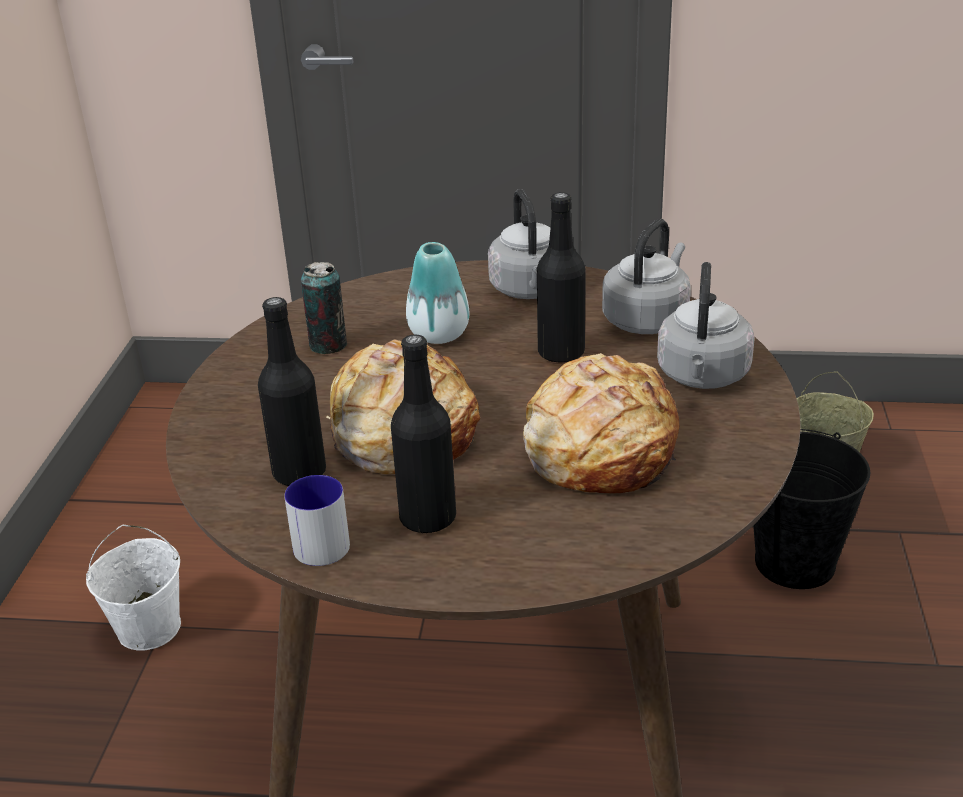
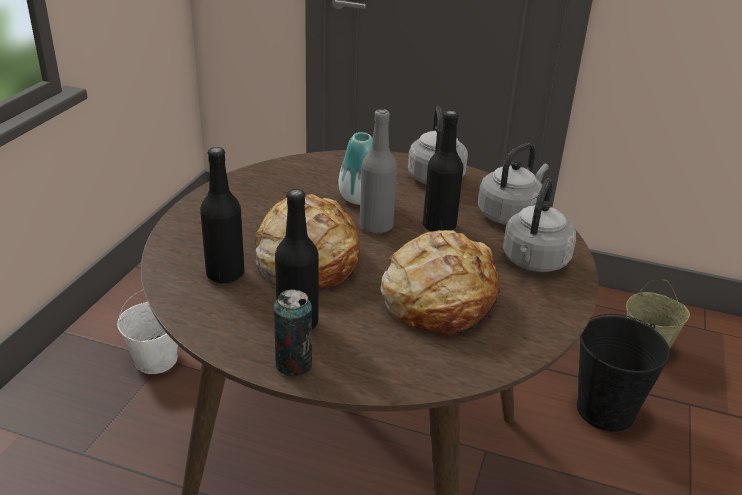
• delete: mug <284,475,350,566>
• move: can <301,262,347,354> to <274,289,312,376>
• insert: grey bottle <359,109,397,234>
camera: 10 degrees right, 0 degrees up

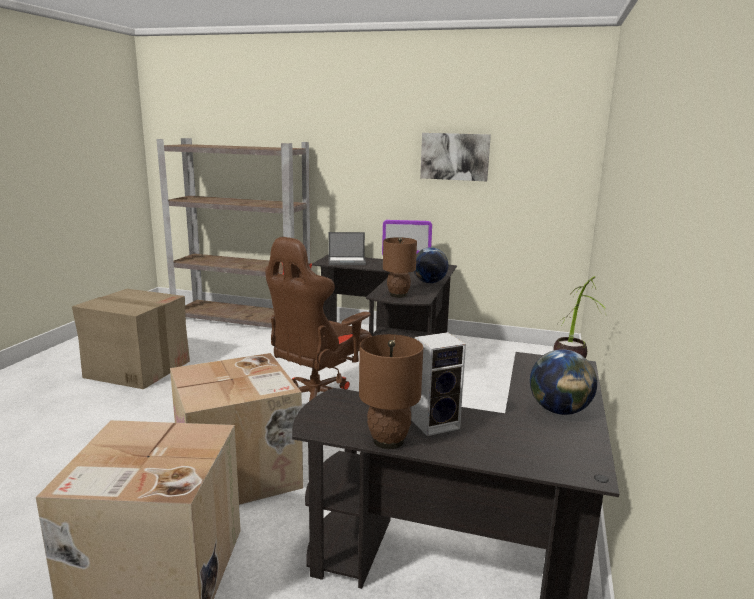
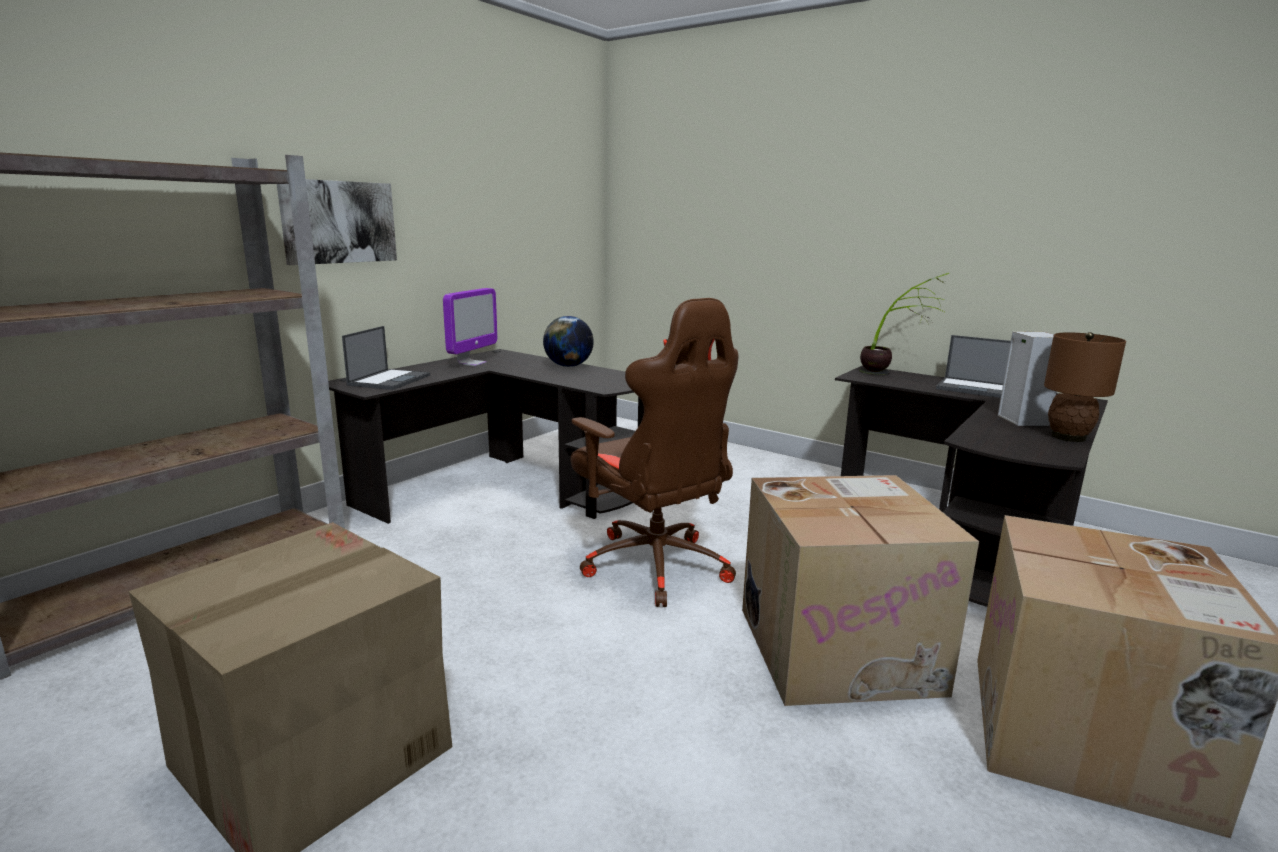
• delete: brown table lamp <383,237,417,298>
• move: picture <420,133,491,181> to <277,179,397,265>
• replace: globe <530,349,597,415> to laptop <936,335,1011,398>
camera: 70 degrees left, 0 degrees up

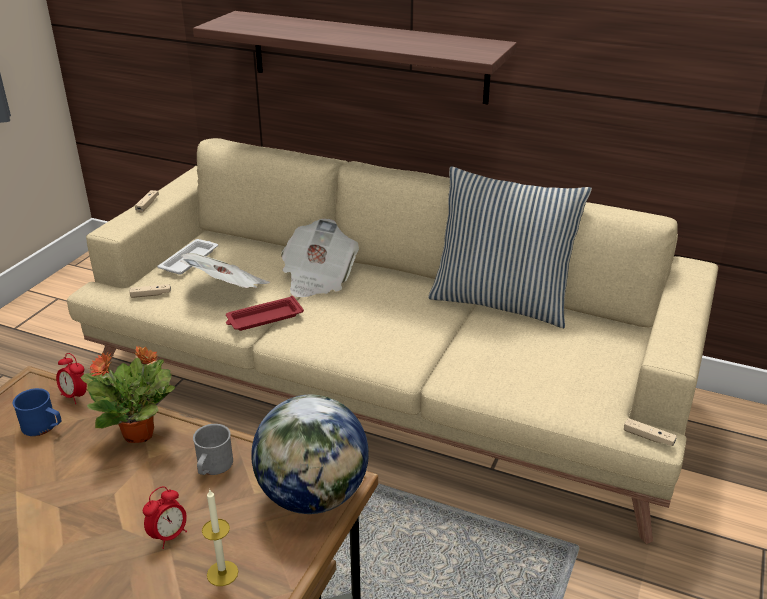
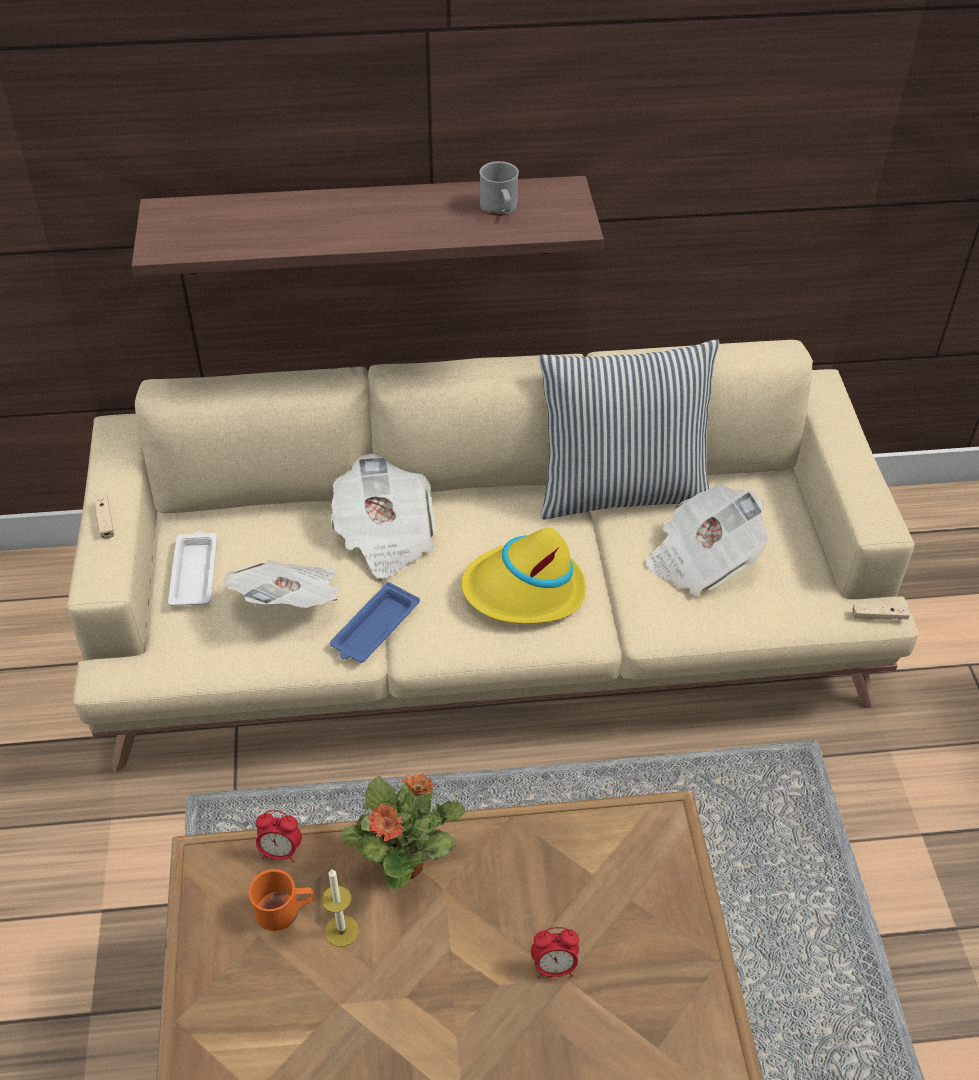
• recolor: blue mug <13,388,61,436> to orange mug <248,869,314,931>
• delete: beige game controller <129,284,171,298>
• rotate: alarm clock <143,486,187,549> = <531,927,579,978> 75 degrees clockwise
• move: grey mug <193,424,233,475> to <479,161,519,216>
• move: candle <202,489,238,586> to <322,869,359,947>
• recolor: red tray <226,296,304,331> to blue tray <330,582,420,663>
• delete: globe <252,395,369,514>
• insert: yellow hat <461,528,586,624>
• insert: newspaper <645,484,768,596>
camera: 30 degrees left, 15 degrees up

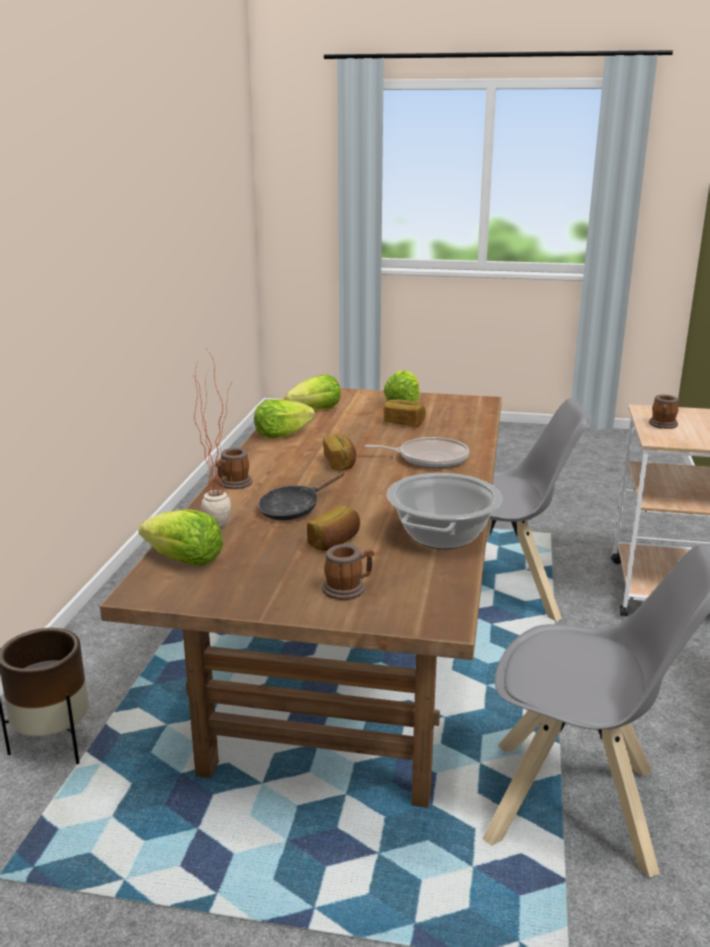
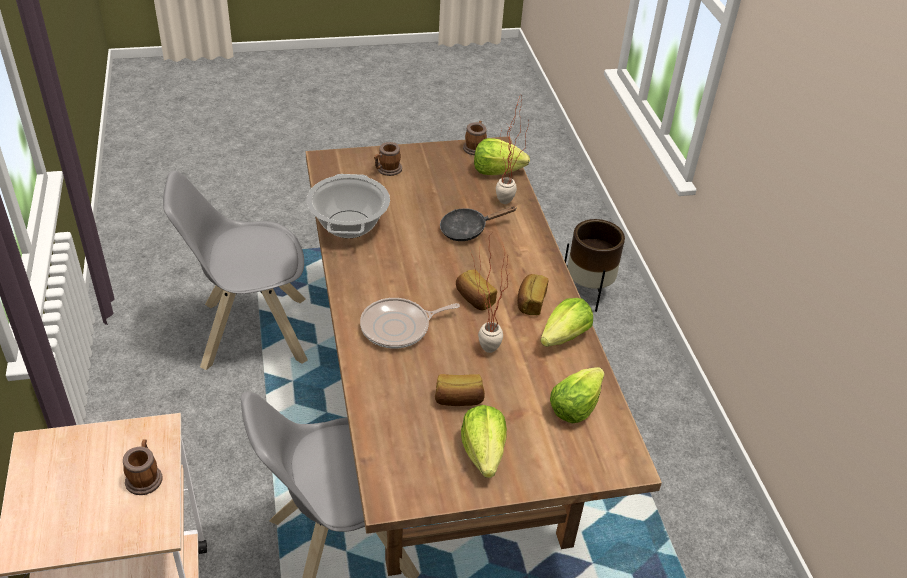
• move: mug <216,448,252,489> to <463,121,487,155>
• rotate: black frying pan <258,471,345,521> = <440,206,517,241> 135 degrees counterclockwise
• move: bread <307,506,360,551> to <517,274,548,315>
• insert: potted plant <470,232,508,353>
camera: 155 degrees right, 20 degrees up

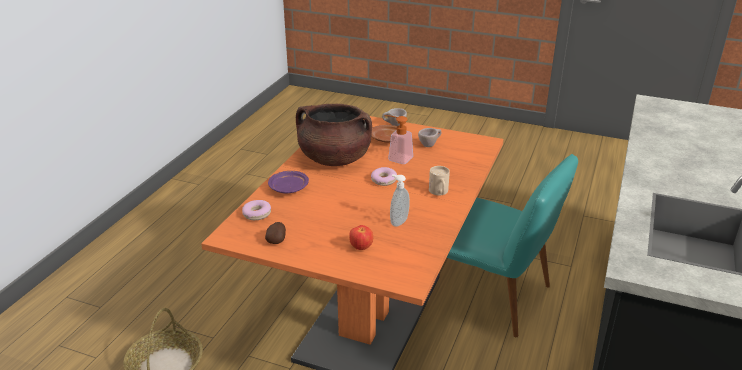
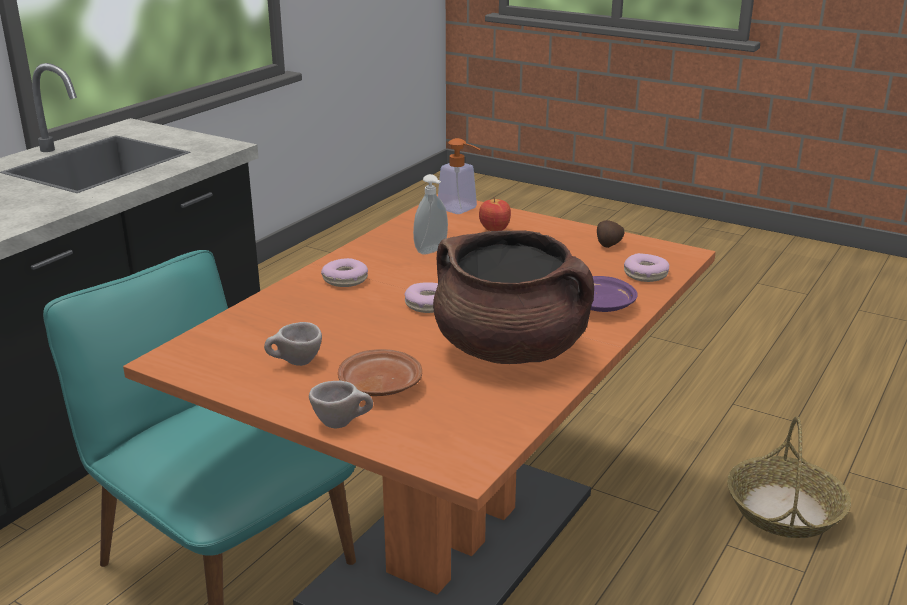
• move: soap dispenser <384,115,413,164> to <438,138,481,214>
• replace: beige mug <429,166,450,195> to donut <321,258,368,287>
camera: 170 degrees left, 5 degrees down

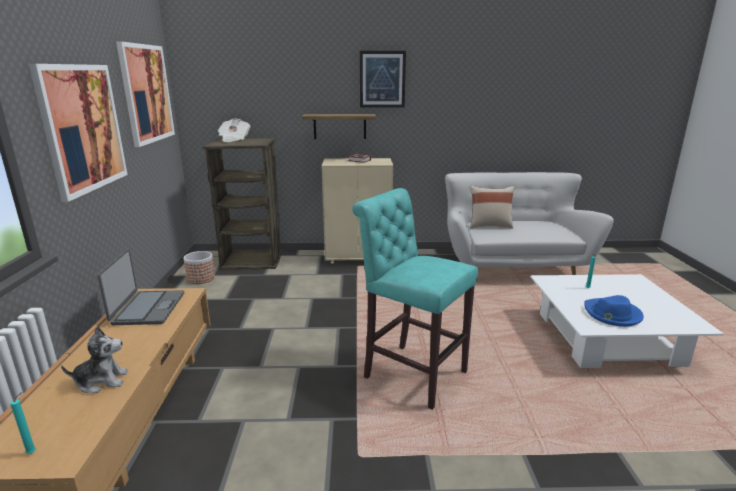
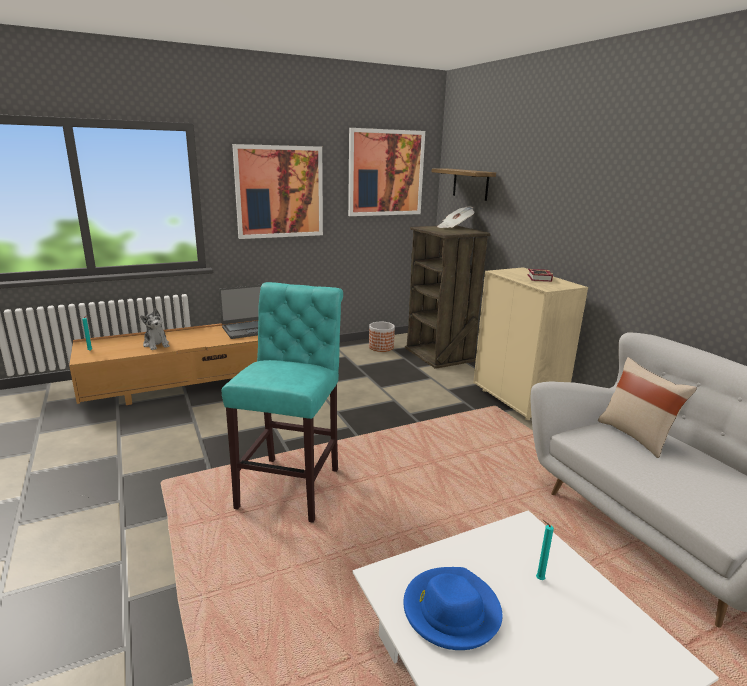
• move: shelf <302,114,376,139> to <432,168,496,201>
• delete: picture <360,51,406,108>
camera: 65 degrees right, 0 degrees up

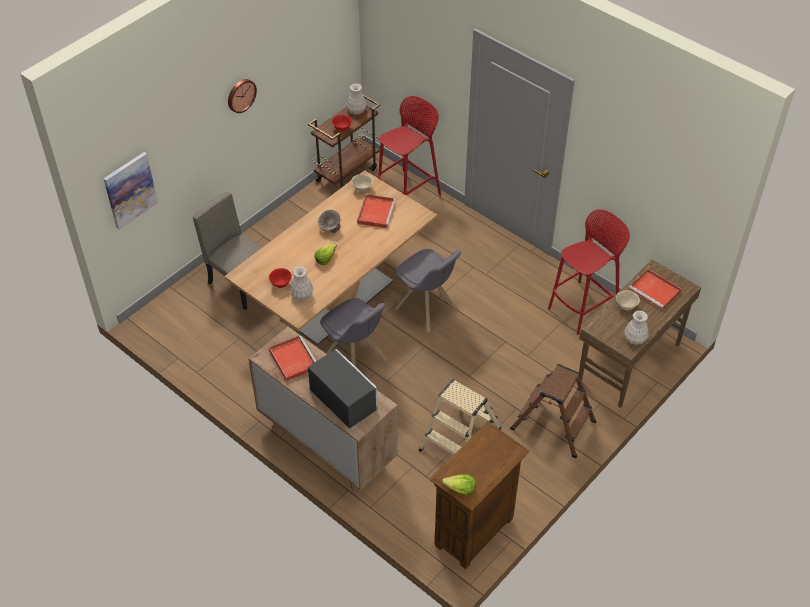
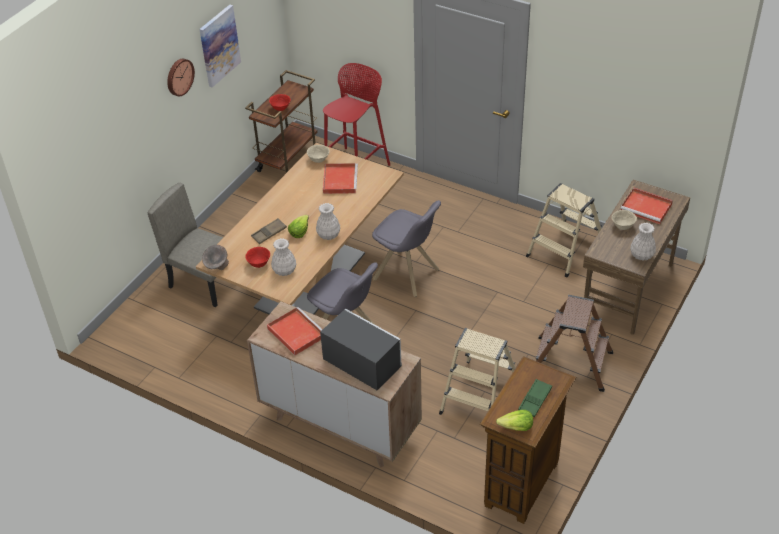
• move: picture <104,152,158,230> to <199,5,241,87>
• move: grey bowl <318,210,341,233> to <202,245,229,270>
• move: white vase <347,83,367,114> to <316,203,340,240>
• replace: red stool <548,209,630,335> to beige step ladder <526,183,602,278>
• insert: brown tray <251,218,287,244>
• insert: green tray <518,379,552,417>
camera: 10 degrees left, 5 degrees down

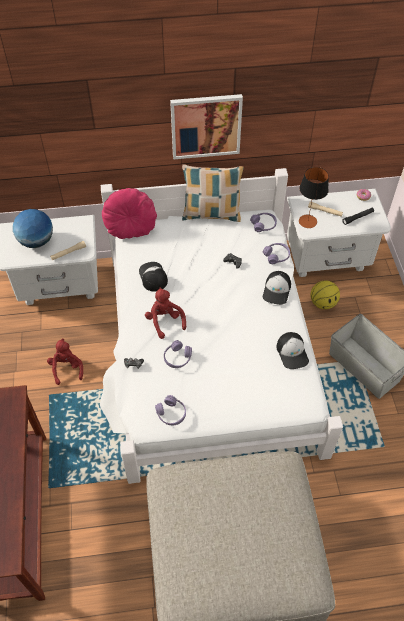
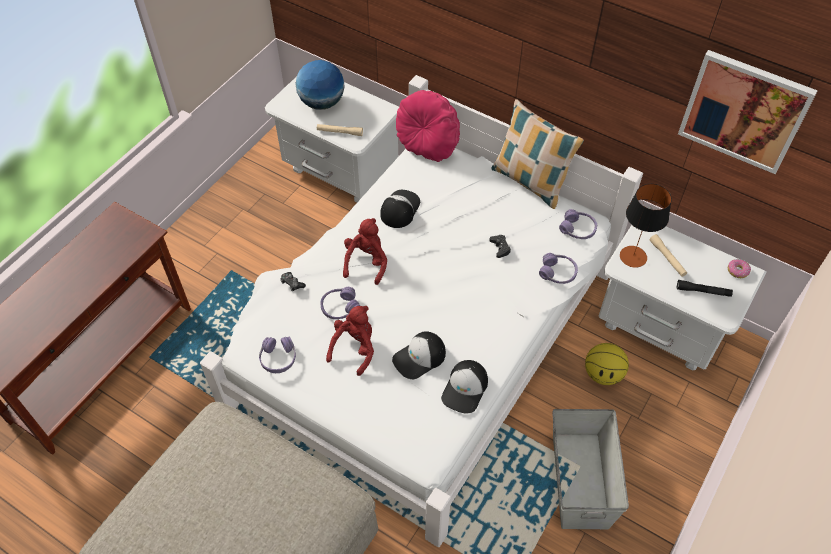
• move: red plush toy <47,338,83,385> to <326,306,374,376>
• move: picture <170,94,243,160> to <678,50,818,174>
• move: cap <263,271,291,305> to <392,331,446,379>
camera: 40 degrees right, 0 degrees up

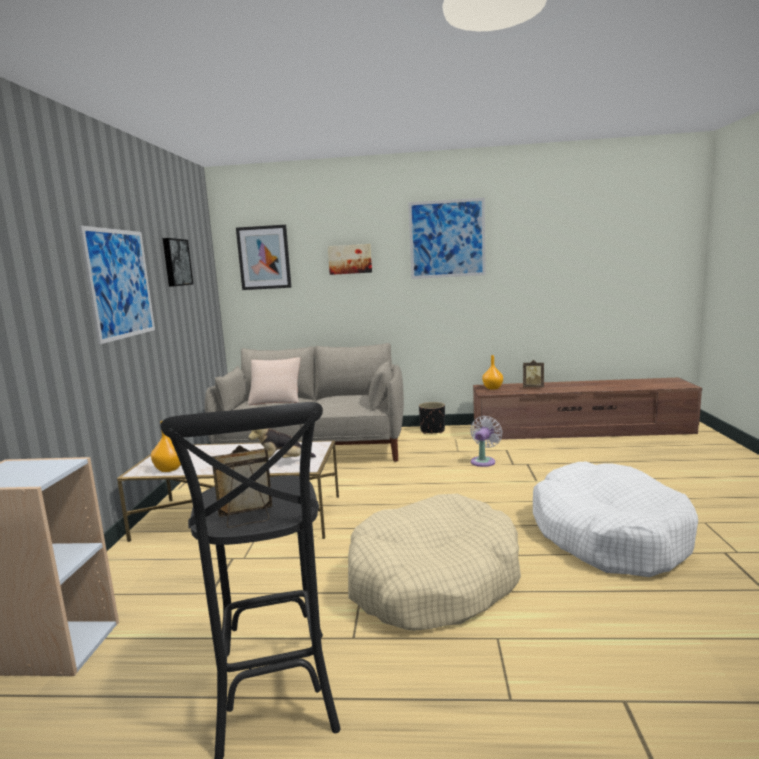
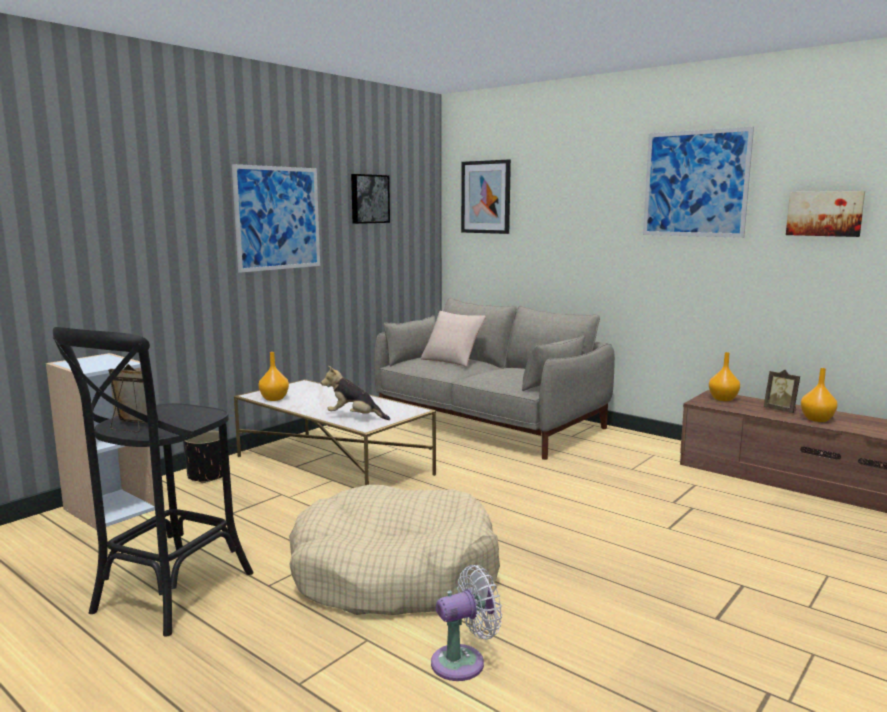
• move: picture <328,244,372,275> to <786,191,865,237>
• move: black planter <419,402,445,434> to <183,431,222,483>
• move: white fan <470,416,502,467> to <431,565,502,681>
• delete: white dog bed <533,462,698,577>
• insert: orange vase <801,368,838,422>
camera: 35 degrees right, 0 degrees up

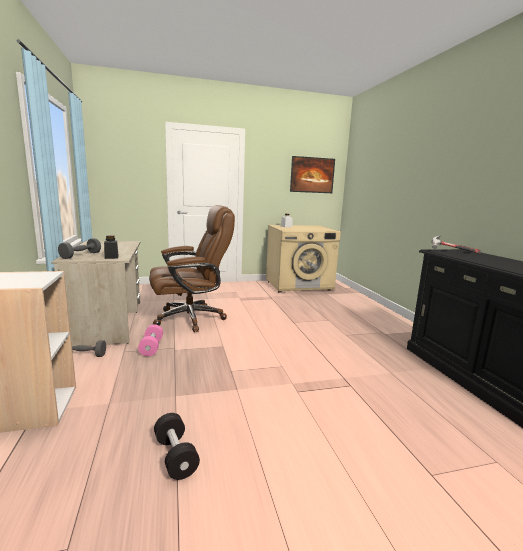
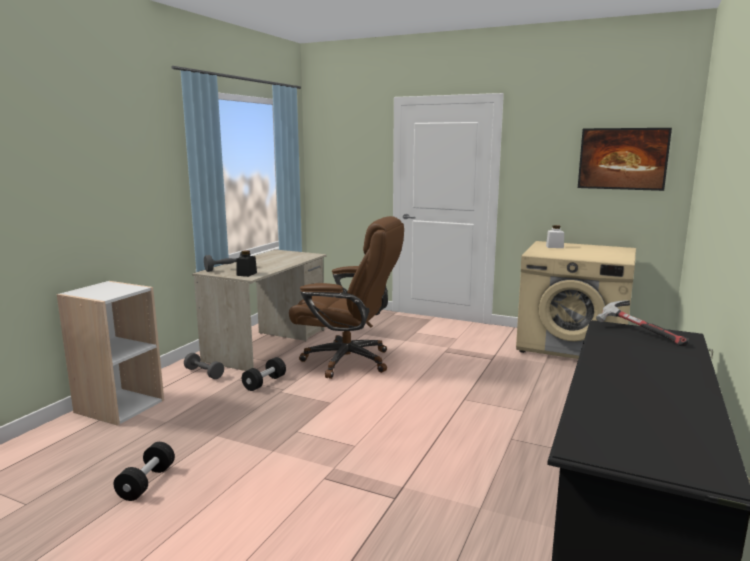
• recolor: pink dumbbell <138,324,163,356> to black dumbbell <242,357,286,391>
camera: 40 degrees right, 0 degrees up

